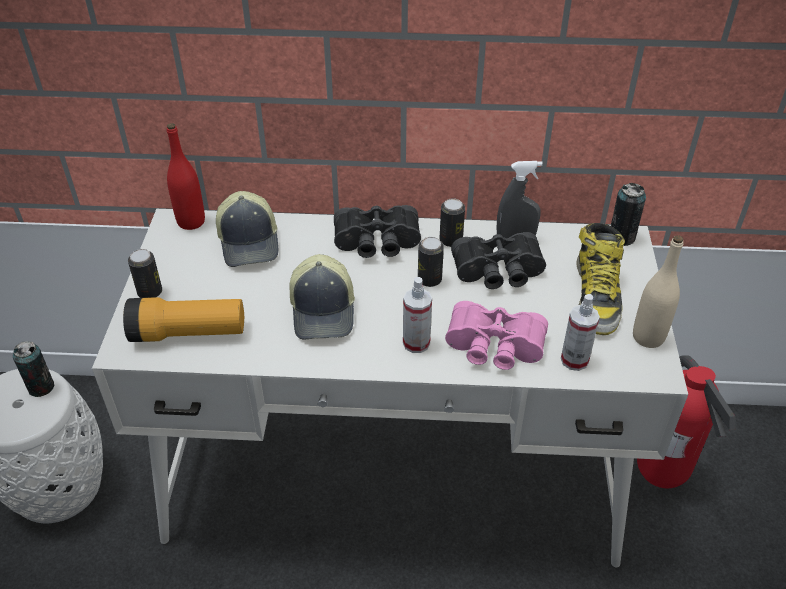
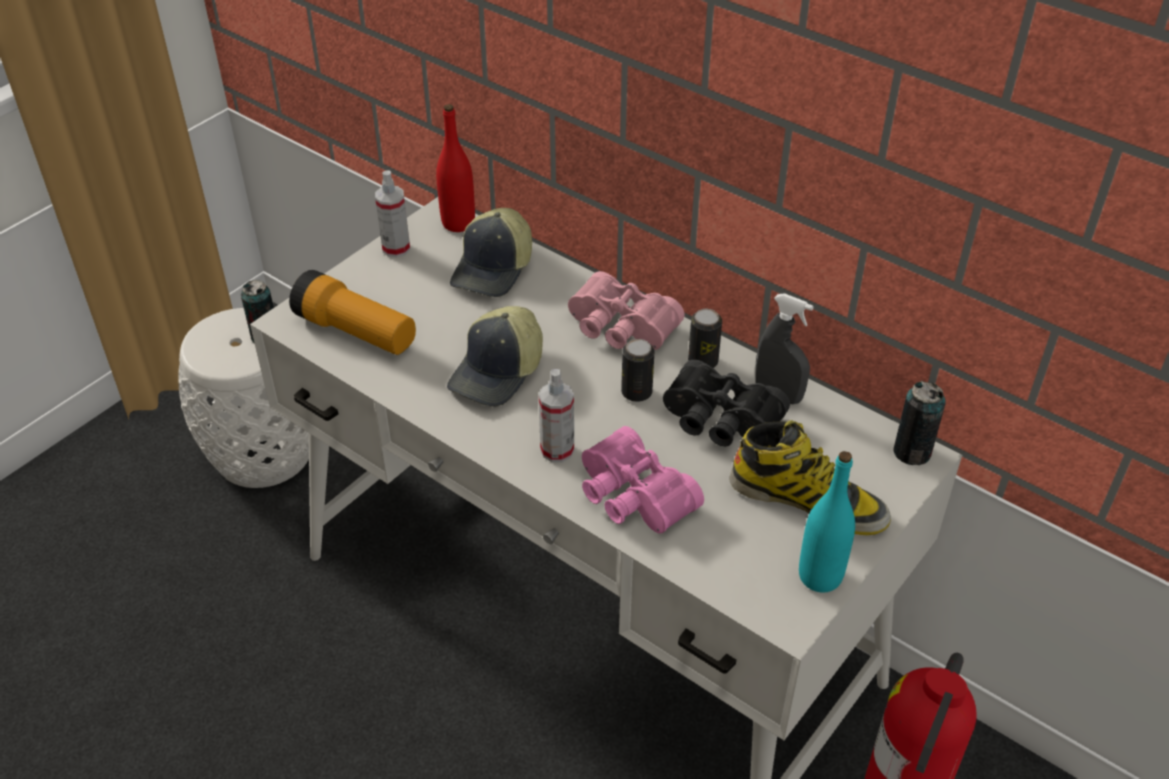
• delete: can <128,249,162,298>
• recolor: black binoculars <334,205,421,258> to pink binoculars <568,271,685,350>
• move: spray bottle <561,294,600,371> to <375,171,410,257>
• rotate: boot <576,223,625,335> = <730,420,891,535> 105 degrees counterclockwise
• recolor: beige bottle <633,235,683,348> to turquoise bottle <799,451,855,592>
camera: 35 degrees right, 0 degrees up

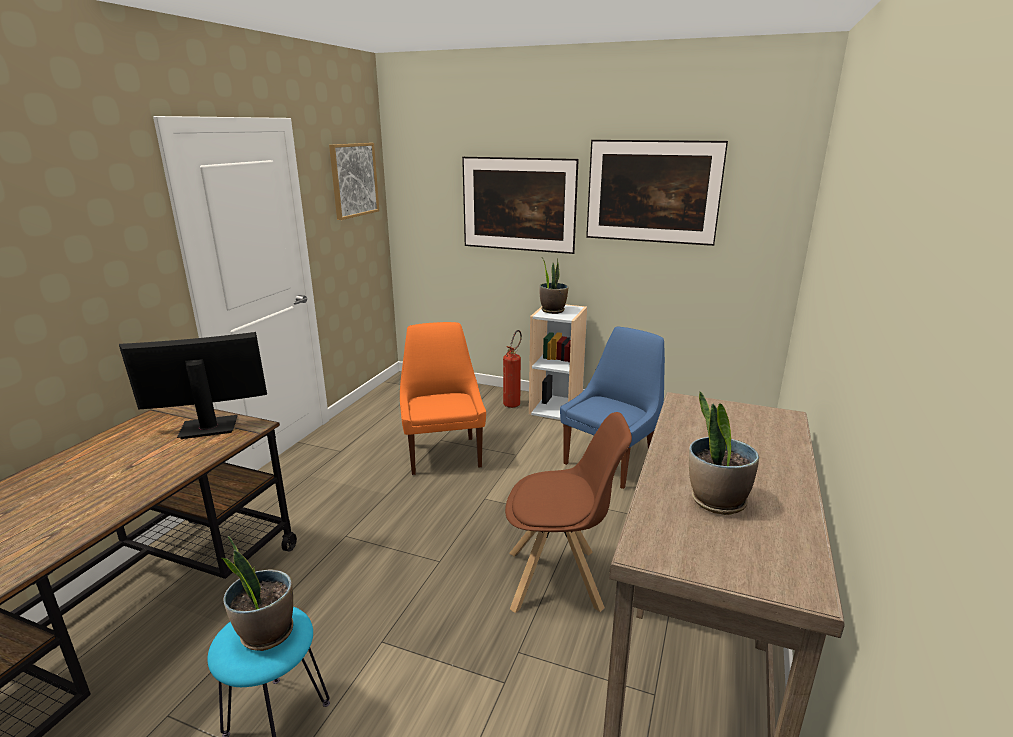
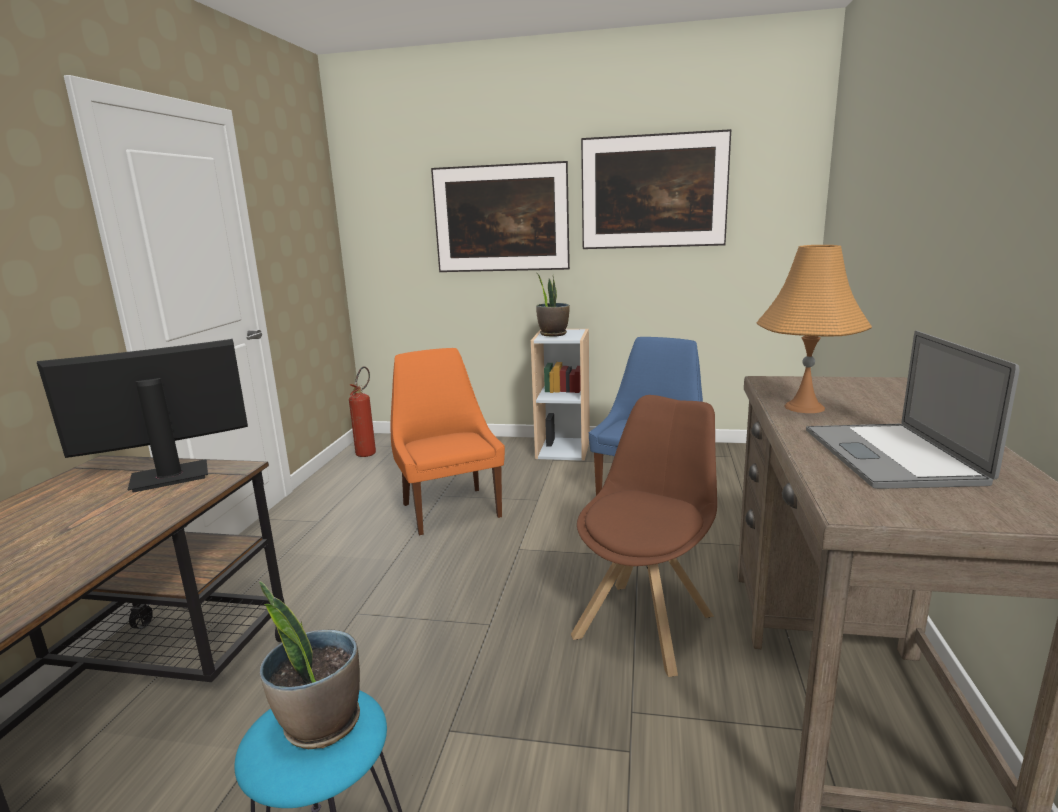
• delete: picture <329,143,379,220>
• move: fire extinguisher <503,330,522,408> to <349,367,376,457>
• rotate: brown chair <505,412,632,613> = <571,395,717,677> 45 degrees counterclockwise
• replace: potted plant <689,391,759,515> to laptop <806,331,1020,489>
• insert: orange table lamp <756,245,872,413>
camera: 10 degrees left, 5 degrees down

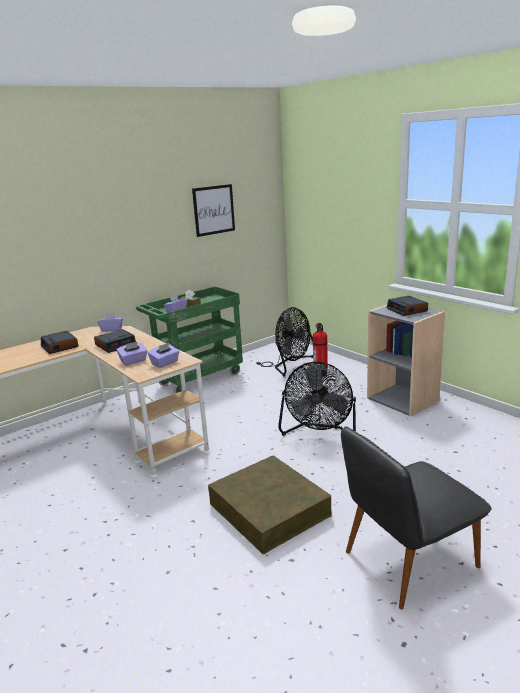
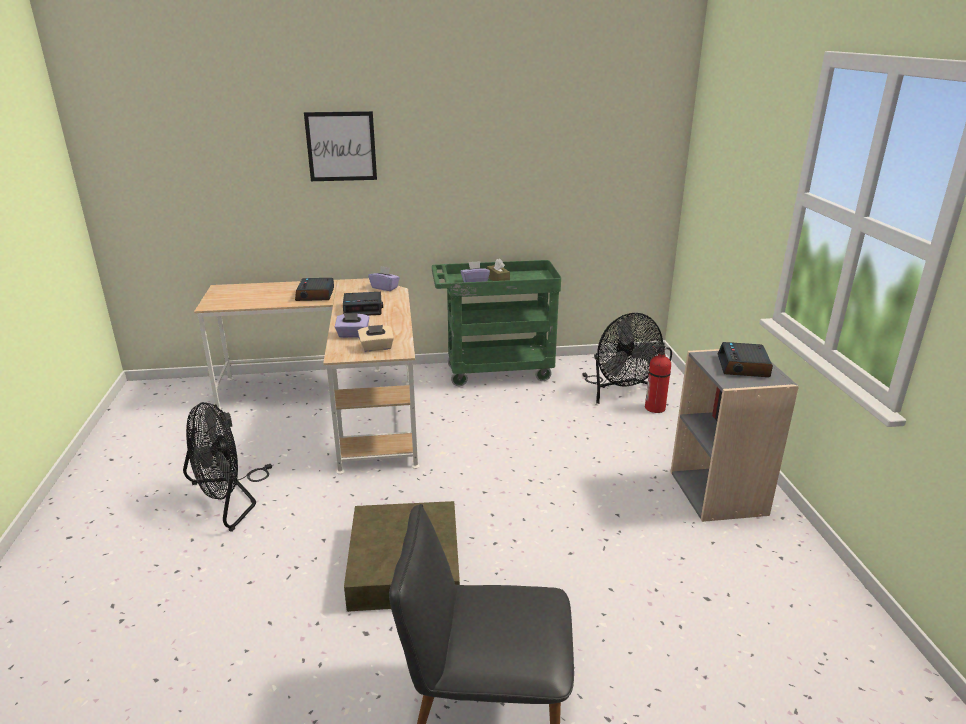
• recolor: purple tissue box <148,343,179,368> to beige tissue box <358,325,394,352>
• move: picture <192,184,235,237> to <304,111,377,181>
• move: black fan <278,362,356,436> to <183,402,274,532>
camera: 30 degrees right, 5 degrees up

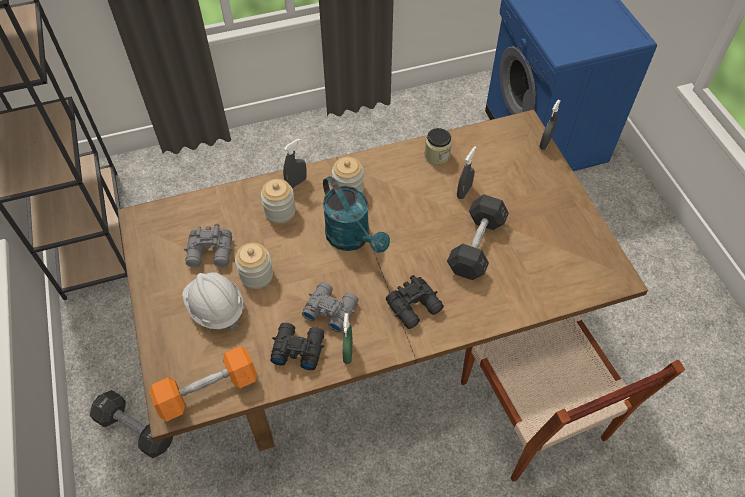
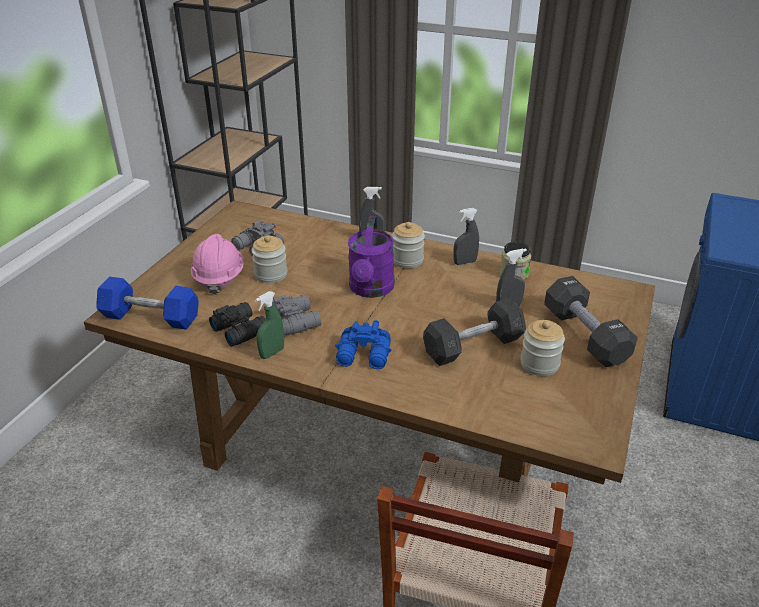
• move: black dumbbell <90,390,173,458> to <544,276,638,367>
• recolor: orange dumbbell <150,346,257,422> to blue dumbbell <96,276,199,330>
• recolor: white hard hat <182,272,243,331> to pink hard hat <191,234,244,295>
• move: jar <261,179,296,223> to <520,320,565,376>
• recolor: turquoise watering can <323,176,390,253> to purple watering can <348,216,395,298>
• recolor: black binoculars <386,275,444,329> to blue binoculars <335,320,392,369>
• move: grey spray bottle <539,100,561,150> to <453,208,479,265>
camera: 40 degrees right, 20 degrees down

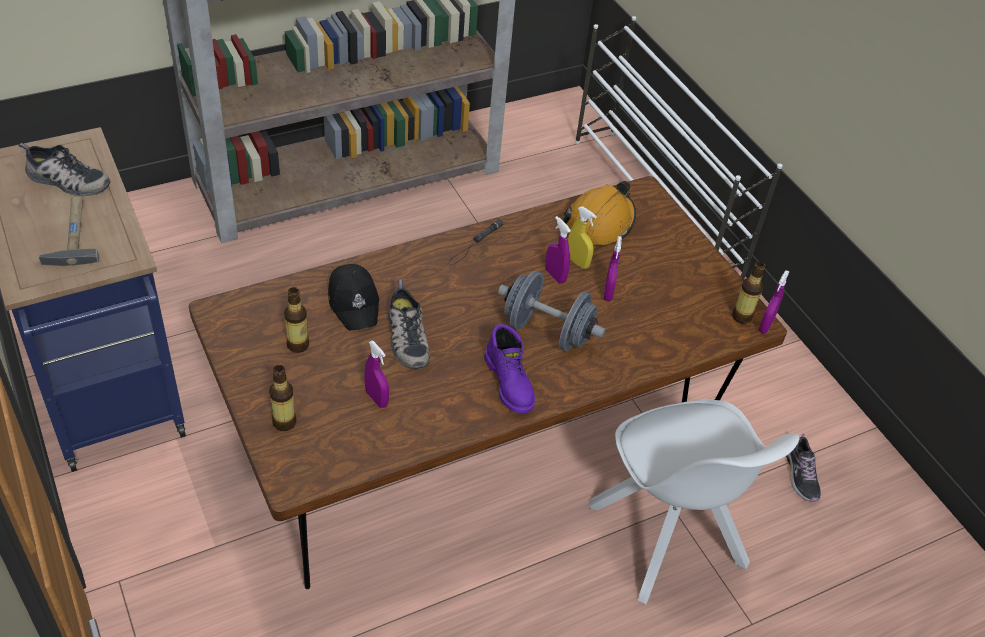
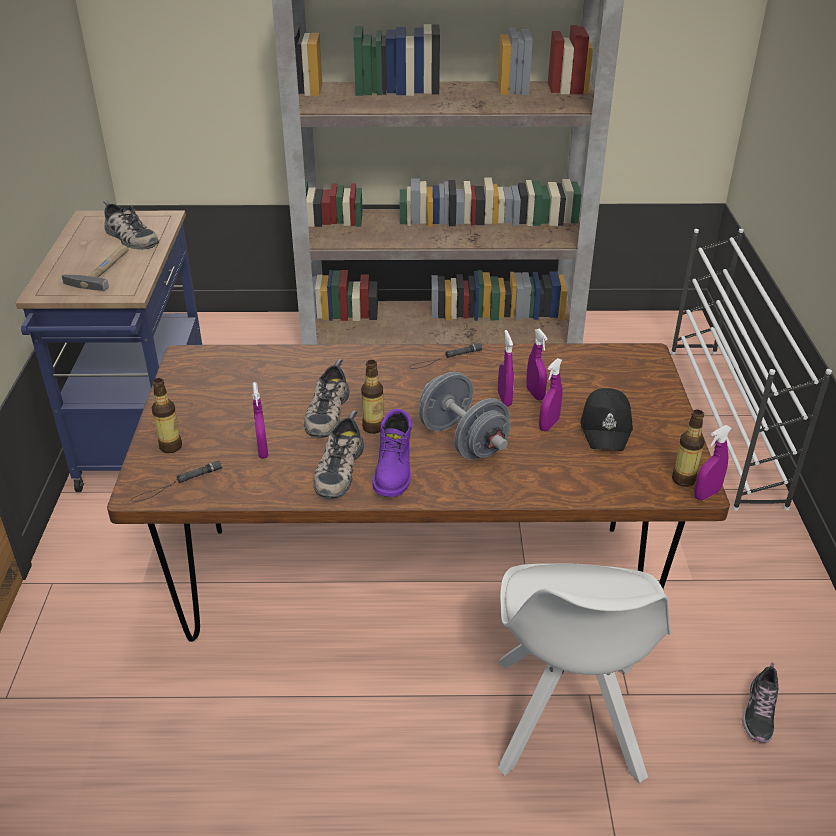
• move: bottle <284,287,309,353> to <361,360,384,434>
• move: black cap <328,264,379,330> to <581,388,633,451>
• delete: orange hard hat <563,181,636,246>
• recolor: yellow spray bottle <568,207,597,269> to purple spray bottle <526,328,548,400>
• insert: black flashlight <131,460,222,502>
• insert: shoe <313,410,364,499>
camera: 30 degrees right, 10 degrees down

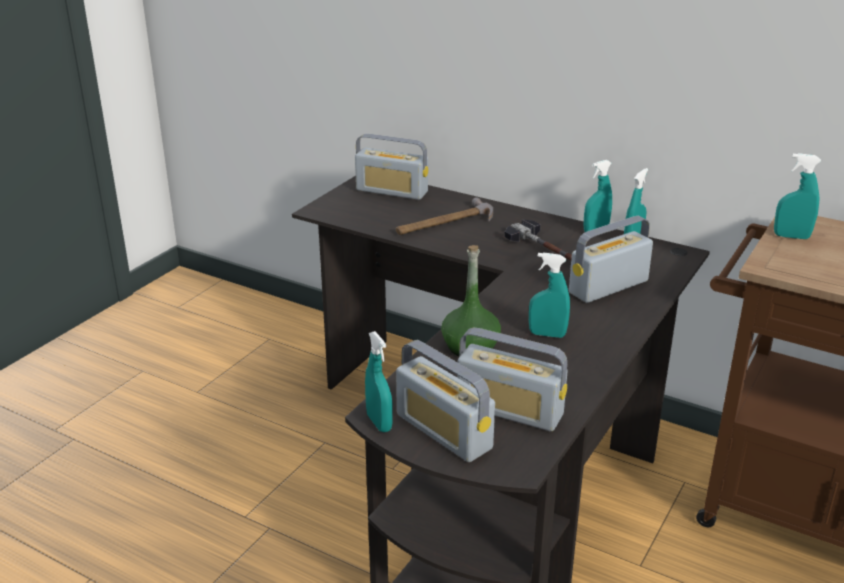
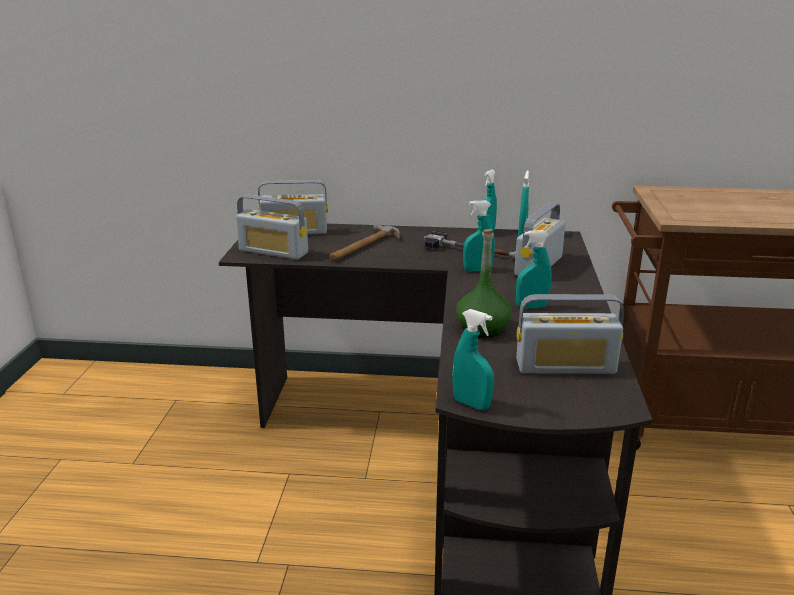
• move: radio <396,340,495,462> to <236,195,308,260>
• move: turquoise spray bottle <774,153,821,239> to <463,201,495,271>
camera: 25 degrees left, 5 degrees down

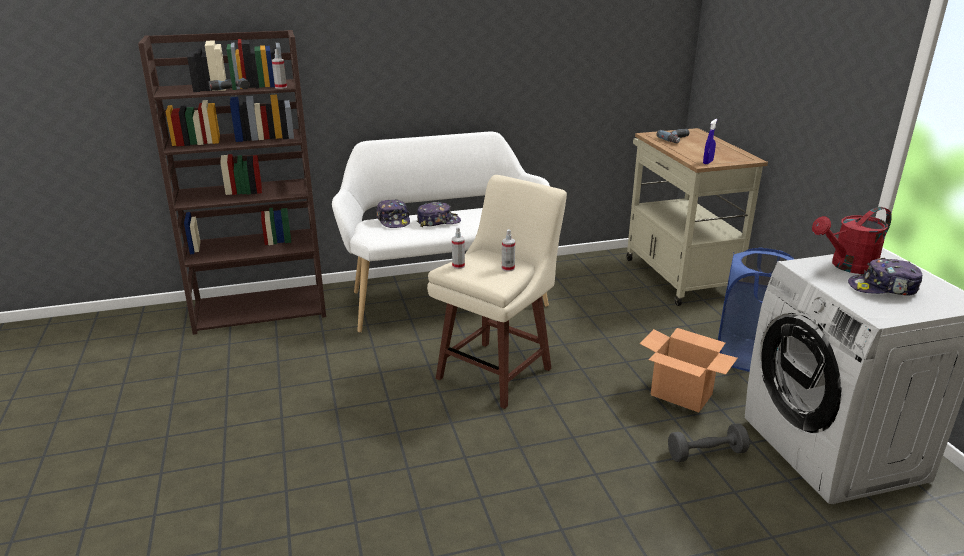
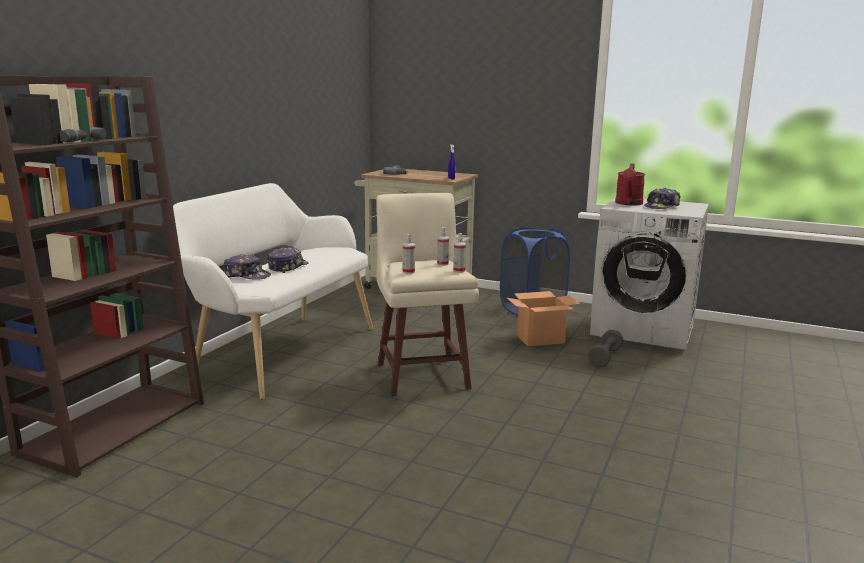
• move: spray bottle <272,49,287,89> to <453,233,466,273>
camera: 50 degrees left, 10 degrees down

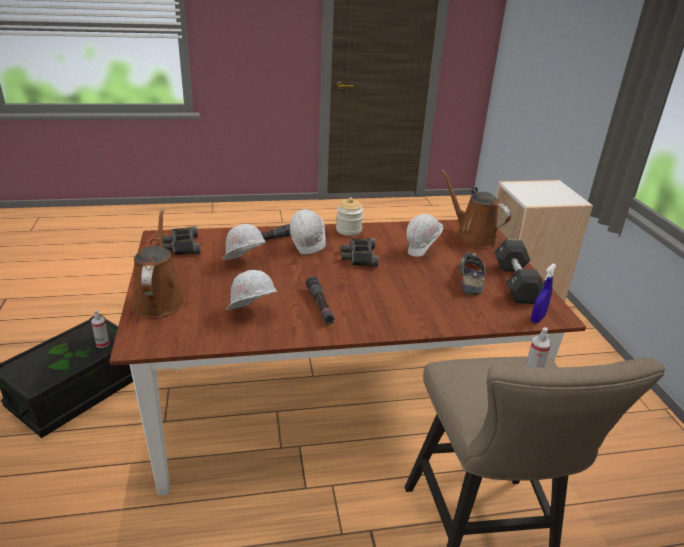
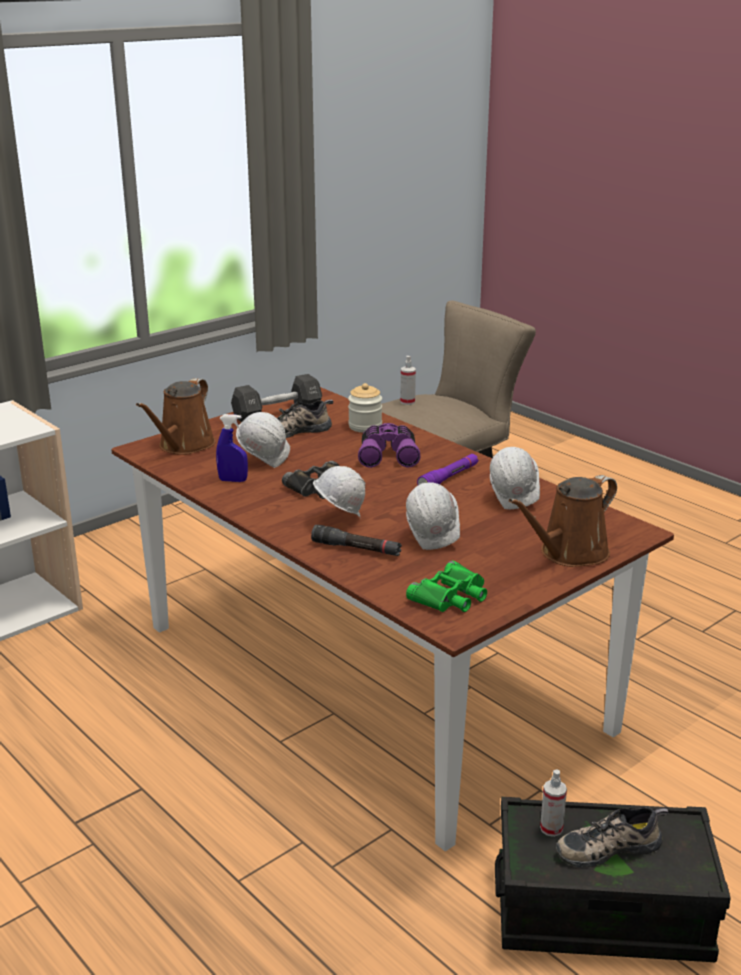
• recolor: black binoculars <163,226,201,255> to green binoculars <406,561,487,612>
• recolor: black flashlight <306,276,335,325> to purple flashlight <417,453,478,485>
• move: jar <336,197,363,236> to <348,383,382,433>
• move: blue spray bottle <531,264,556,323> to <216,414,248,482>
• insert: purple binoculars <358,423,421,468>
• insert: shoe <556,807,669,867>
camera: 120 degrees left, 5 degrees down

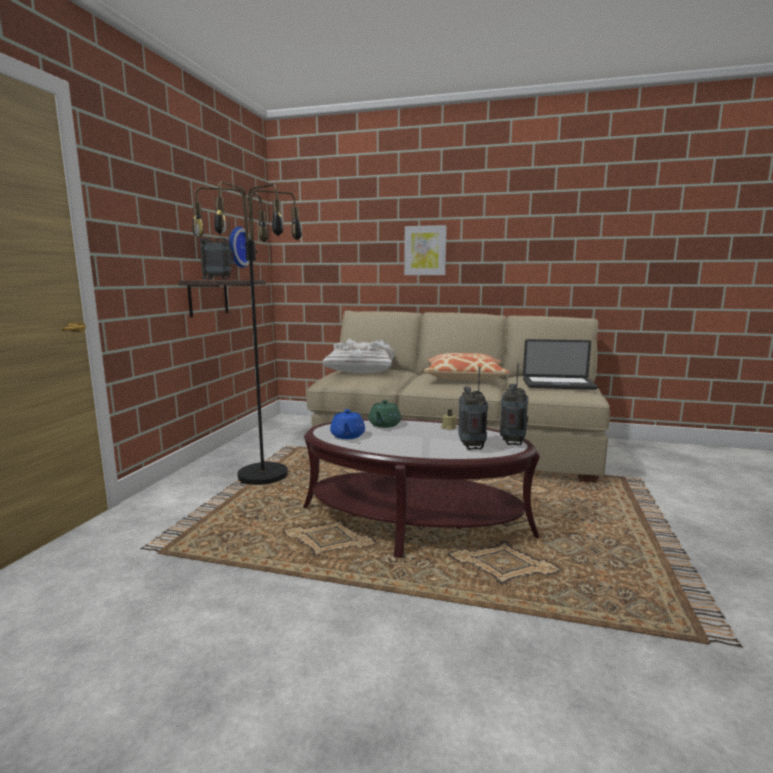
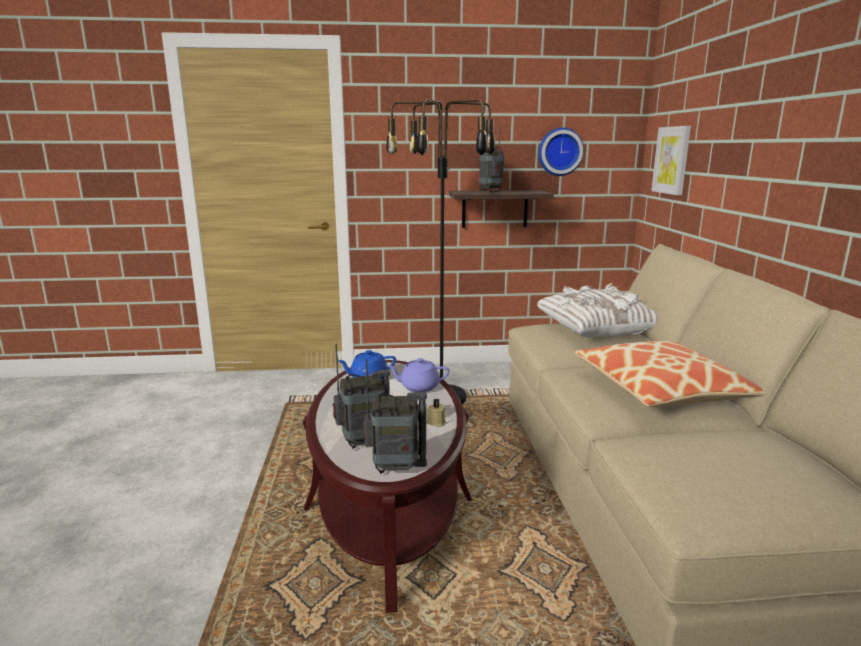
• recolor: green teapot <369,400,401,428> to purple teapot <387,358,449,392>
• move: picture <404,225,447,275> to <651,126,691,195>
• delete: laptop <523,339,598,390>
camera: 70 degrees right, 5 degrees up

